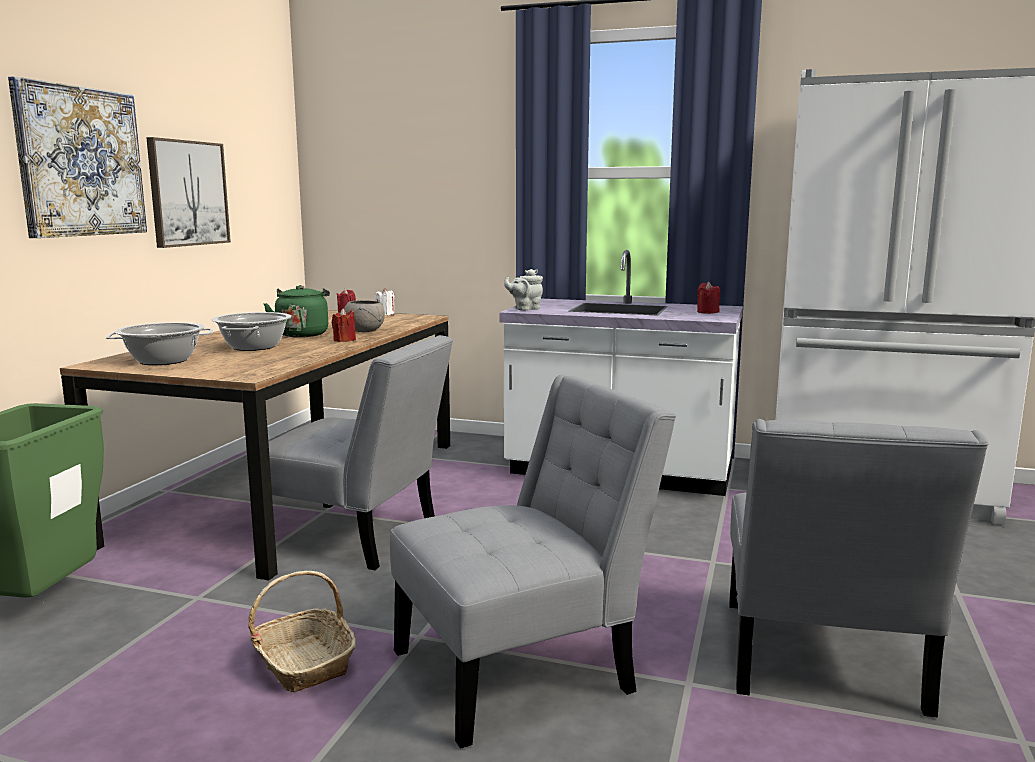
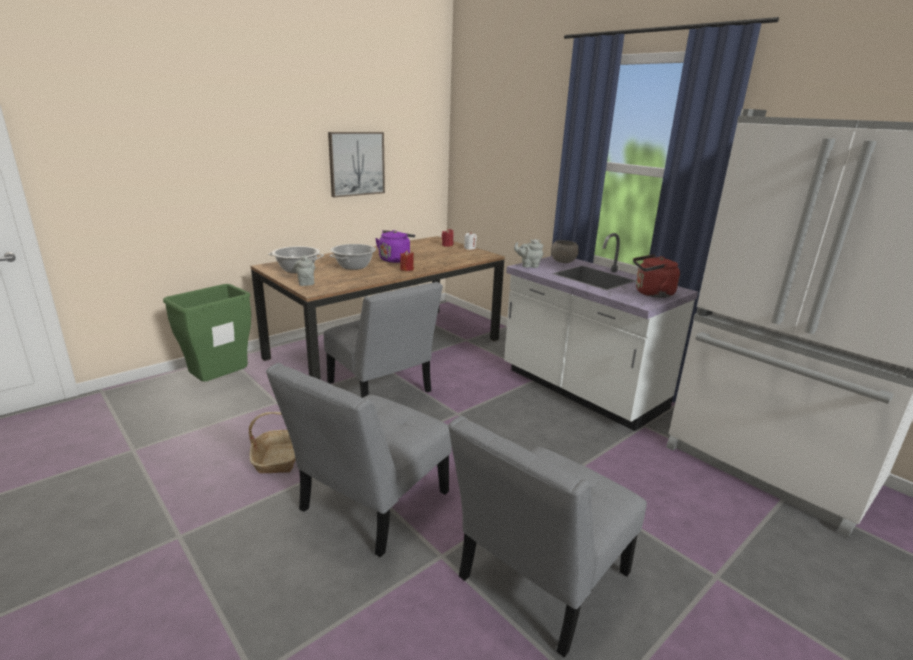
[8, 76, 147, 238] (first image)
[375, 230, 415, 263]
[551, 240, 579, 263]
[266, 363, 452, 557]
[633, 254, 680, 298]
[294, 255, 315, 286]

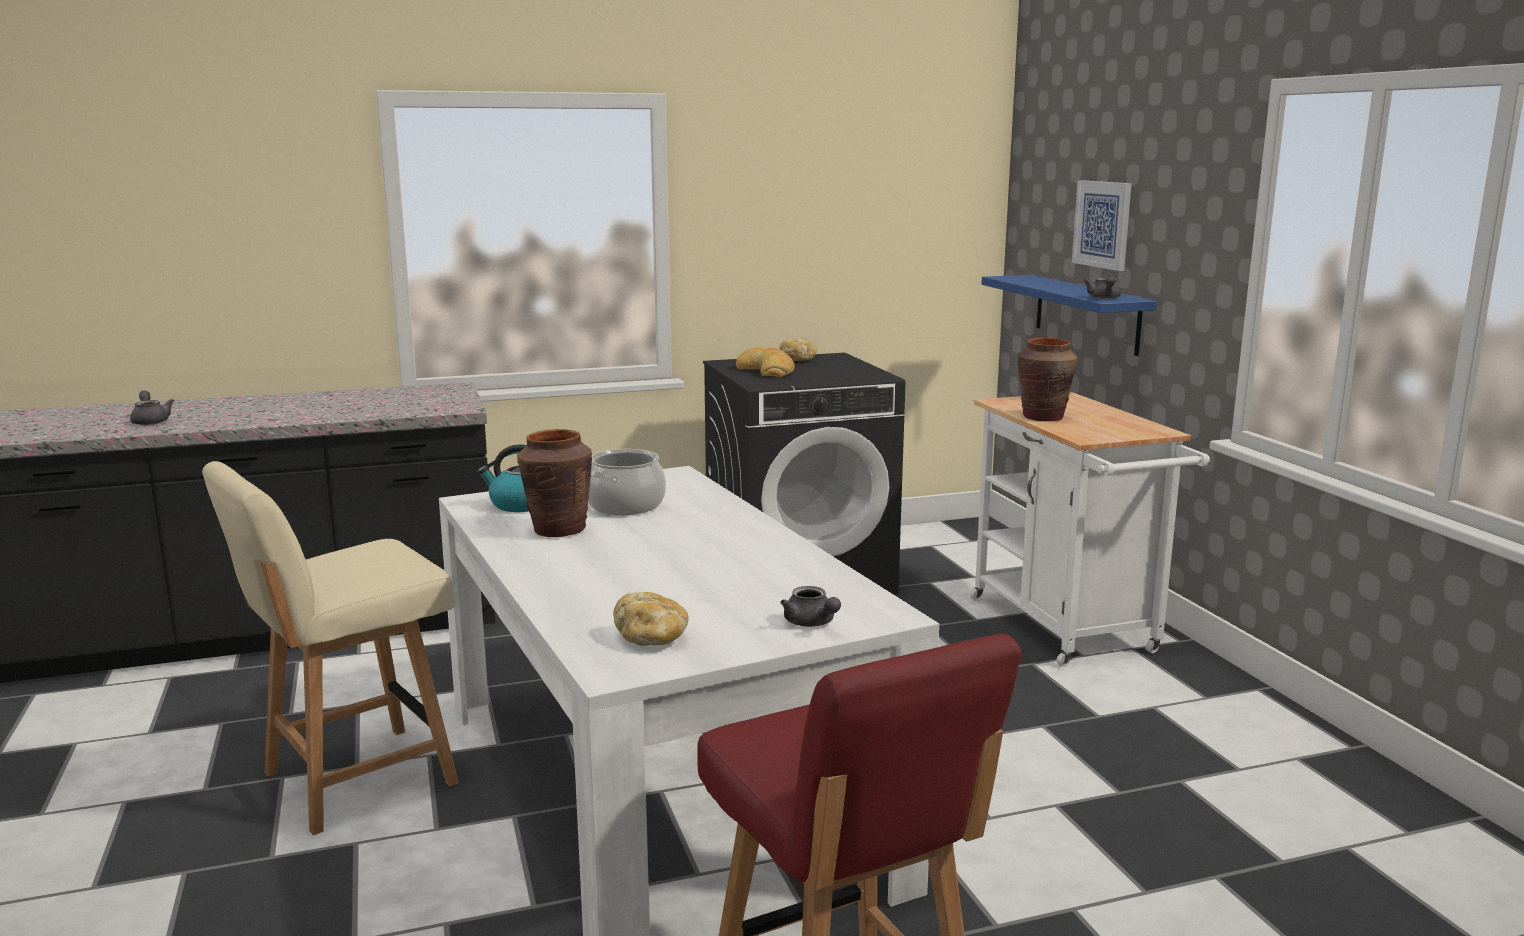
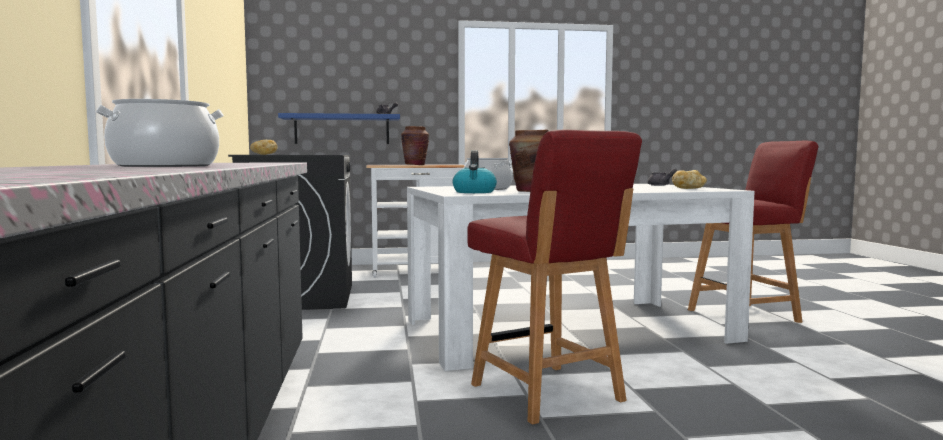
[96, 99, 224, 167]
[467, 130, 642, 425]
[736, 347, 795, 377] (first image)
[1072, 180, 1132, 271] (first image)

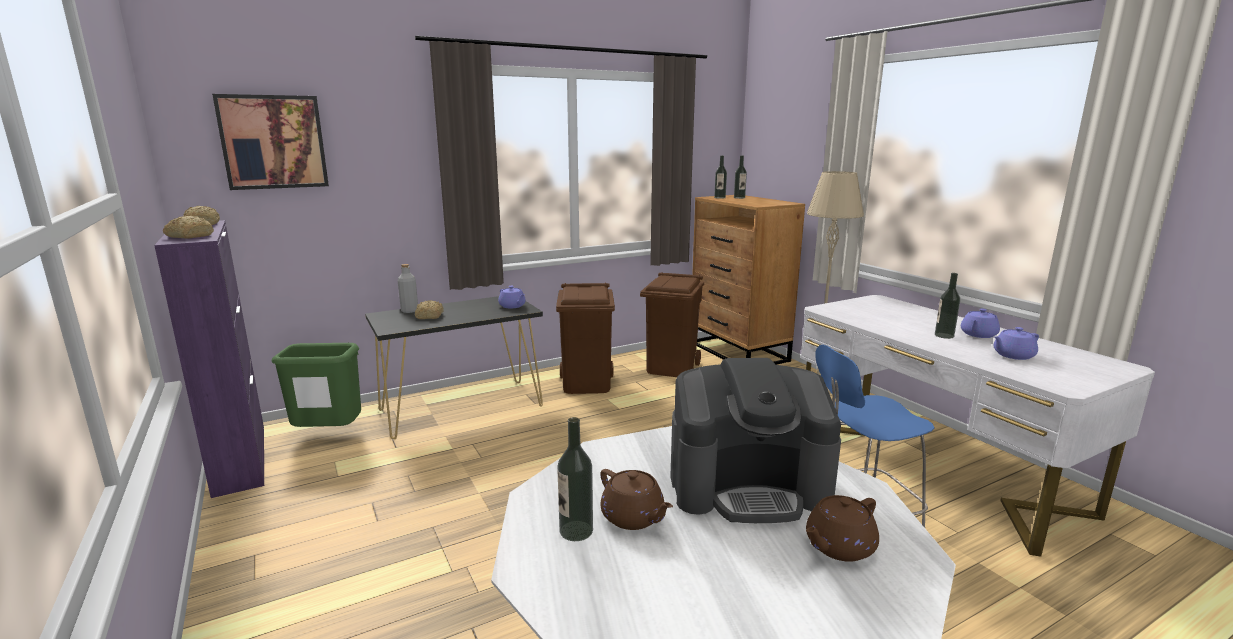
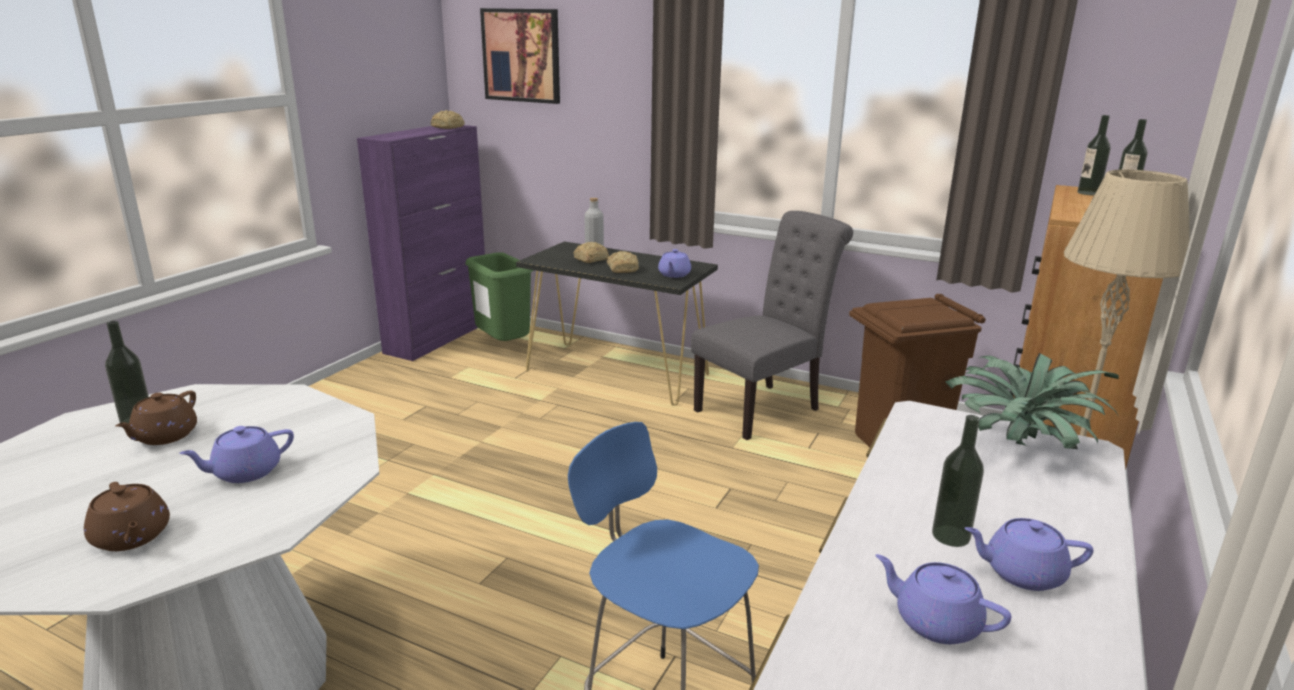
[607, 251, 639, 273]
[691, 211, 853, 440]
[179, 426, 294, 483]
[84, 482, 170, 551]
[945, 353, 1119, 449]

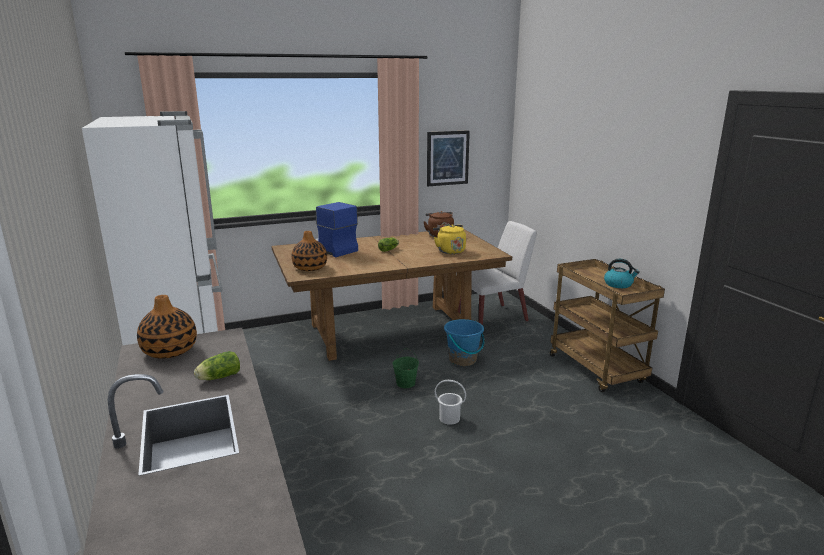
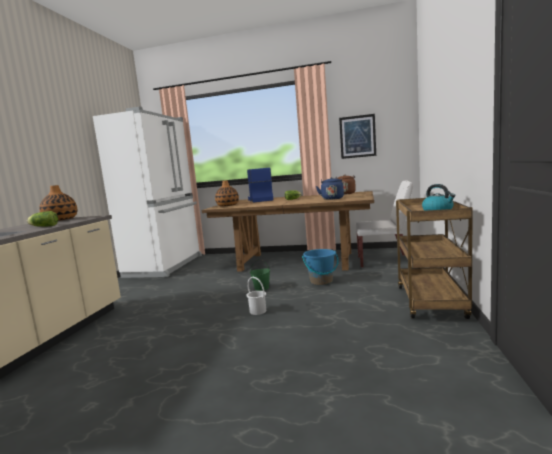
[316, 177, 344, 200]

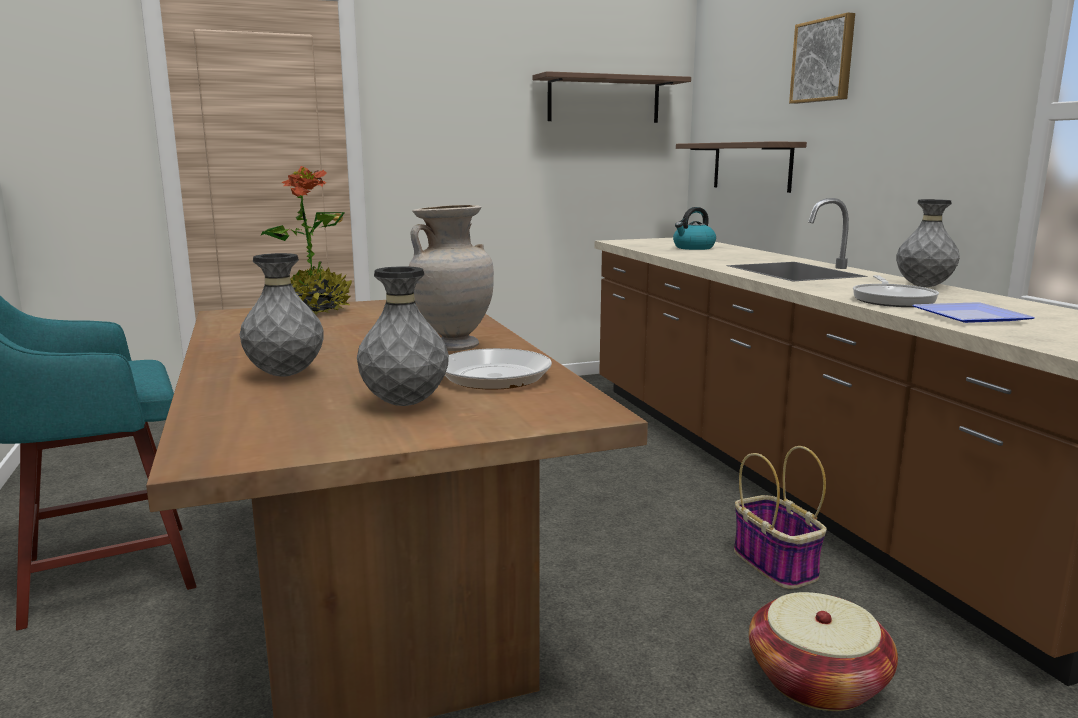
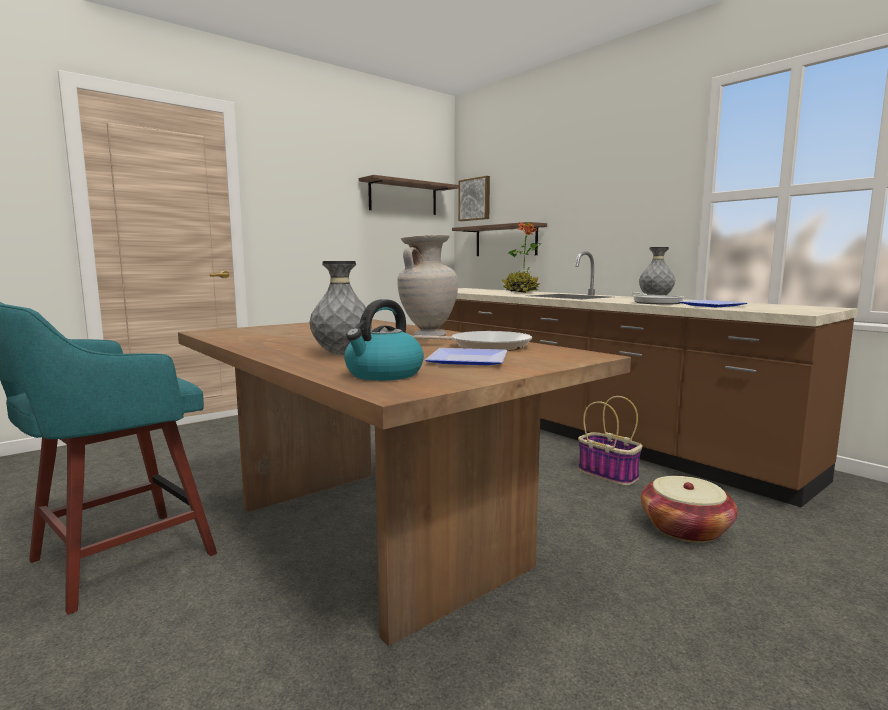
[502, 222, 540, 293]
[425, 348, 507, 365]
[344, 299, 424, 381]
[458, 176, 490, 221]

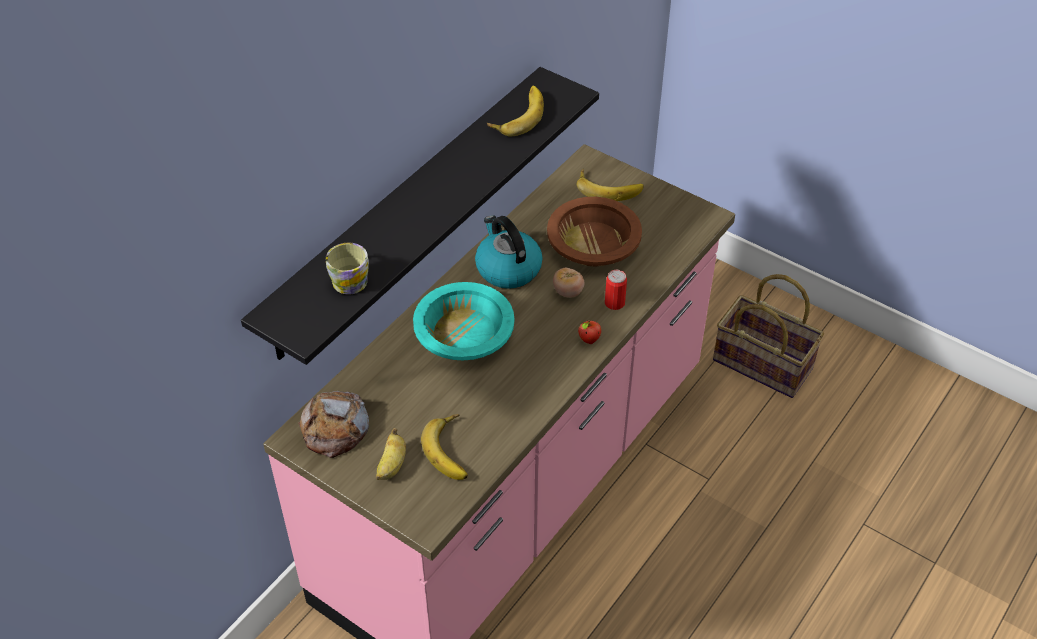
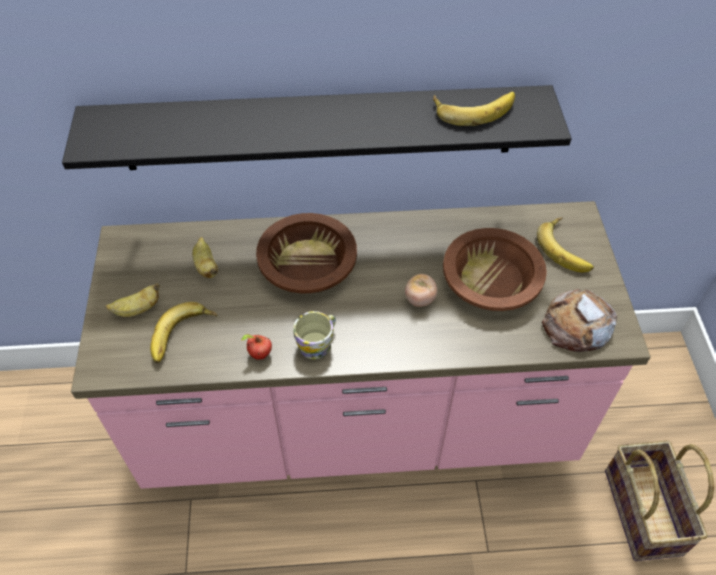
[542, 289, 617, 352]
[293, 311, 336, 359]
[256, 213, 357, 293]
[475, 215, 543, 289] (first image)
[241, 334, 272, 359]
[605, 270, 627, 310] (first image)
[192, 237, 218, 278]

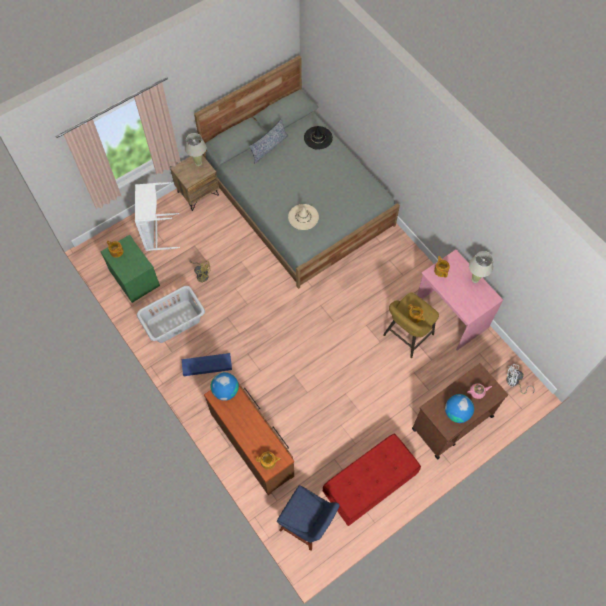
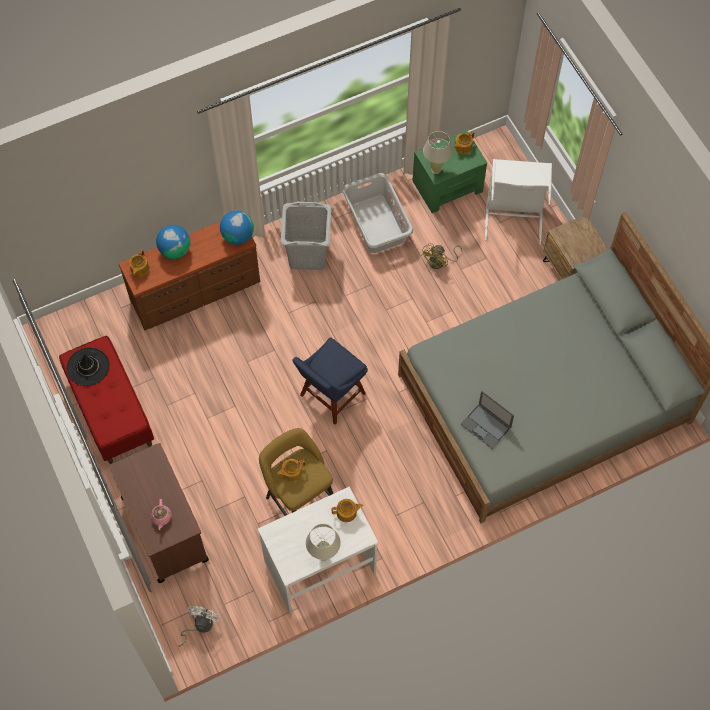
[281, 202, 331, 270]
[423, 131, 453, 174]
[249, 119, 288, 164] (first image)
[293, 337, 368, 424]
[288, 204, 319, 230] (first image)
[67, 347, 109, 386]
[258, 487, 378, 614]
[156, 225, 190, 259]
[461, 391, 514, 449]

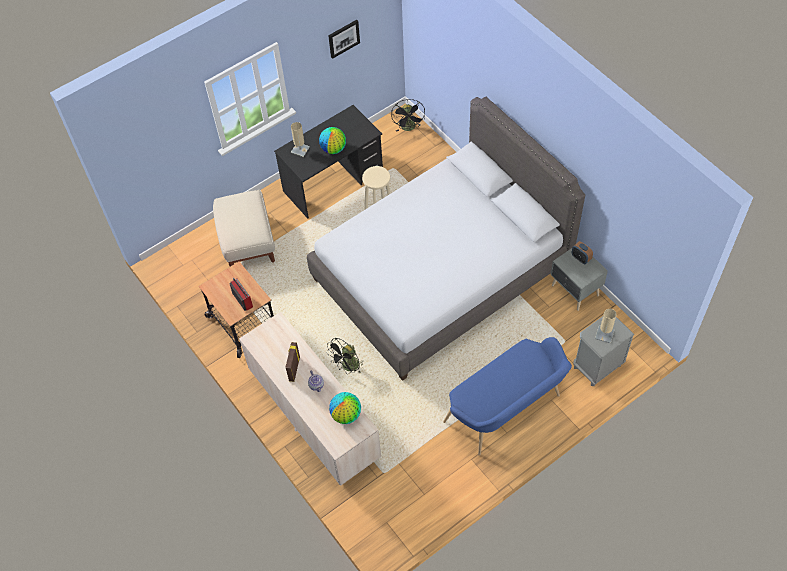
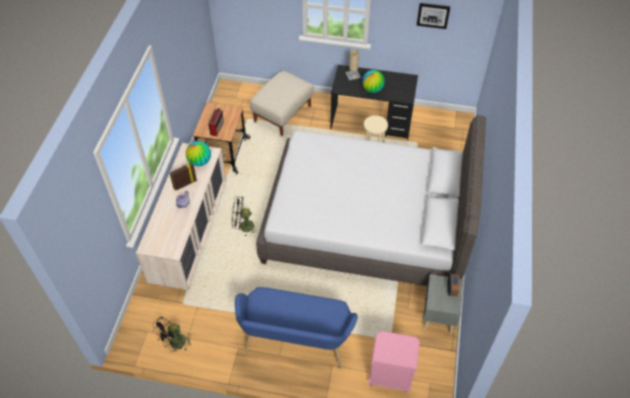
[186, 141, 211, 166]
[153, 317, 191, 351]
[368, 331, 420, 393]
[595, 309, 617, 343] (first image)

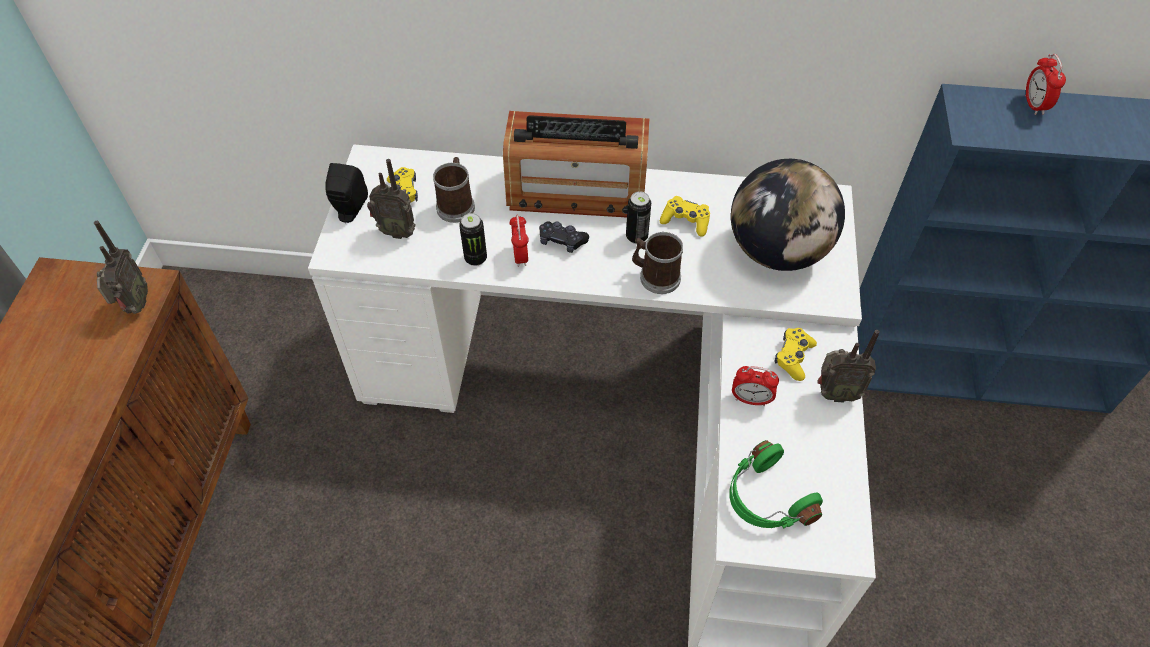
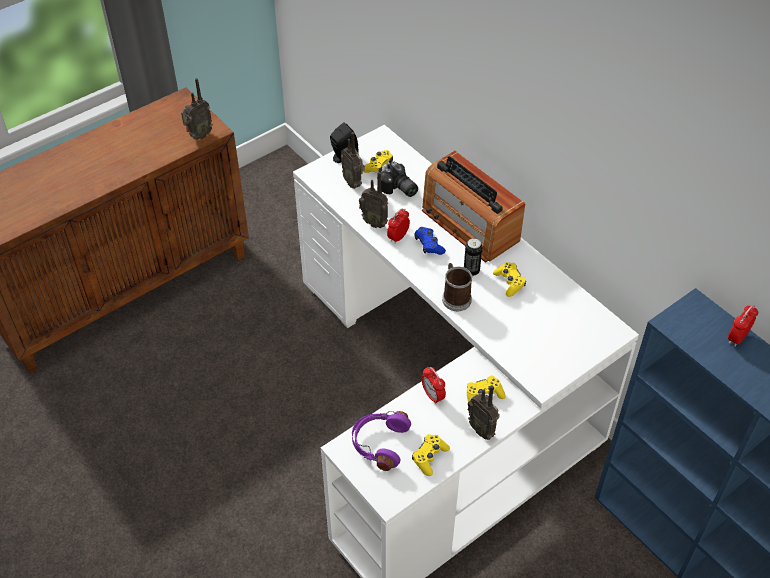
[377, 162, 418, 197]
[359, 172, 388, 228]
[414, 227, 446, 255]
[352, 411, 411, 471]
[731, 159, 845, 271] (first image)
[412, 434, 450, 476]

